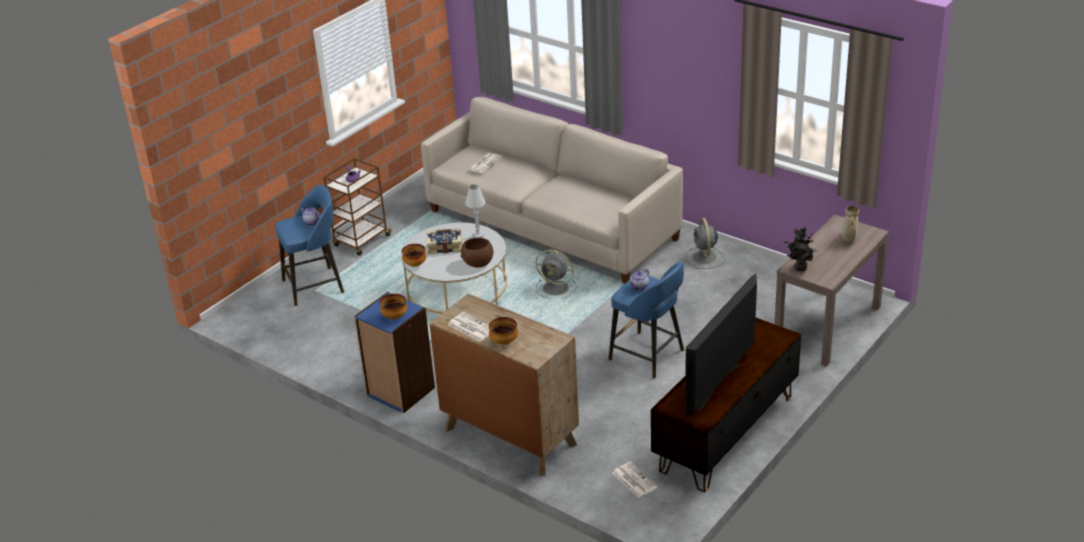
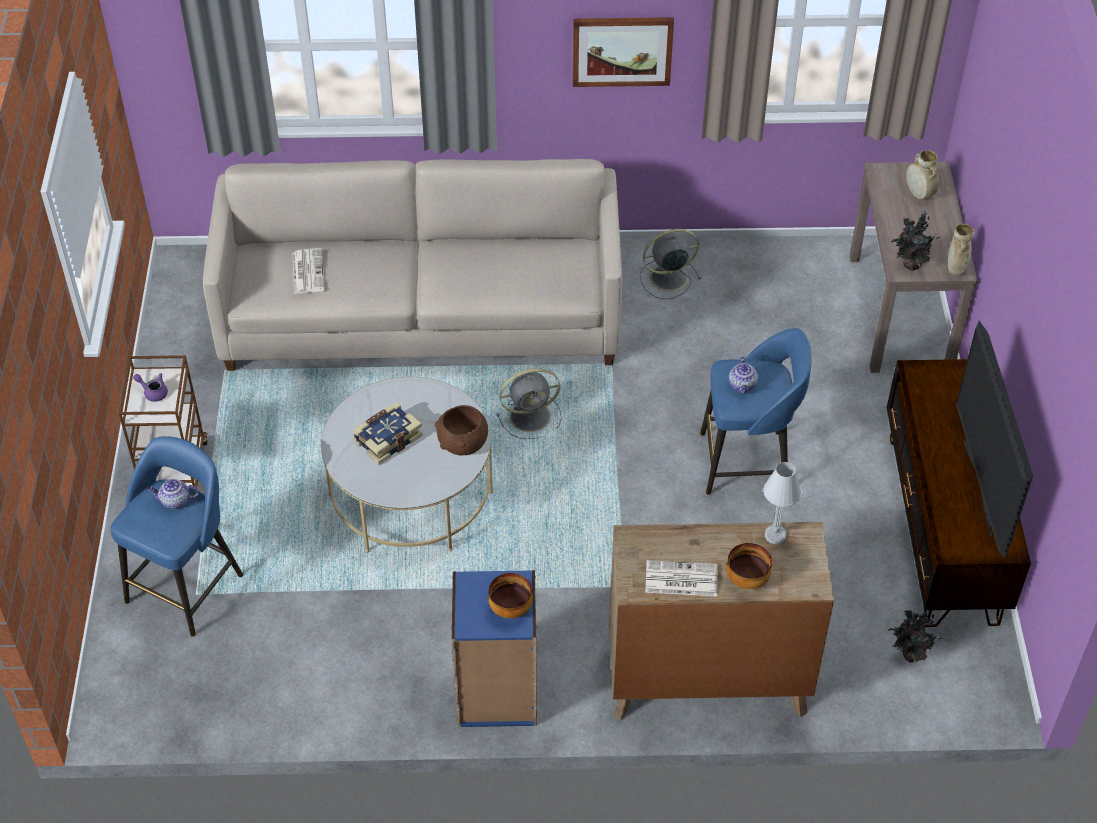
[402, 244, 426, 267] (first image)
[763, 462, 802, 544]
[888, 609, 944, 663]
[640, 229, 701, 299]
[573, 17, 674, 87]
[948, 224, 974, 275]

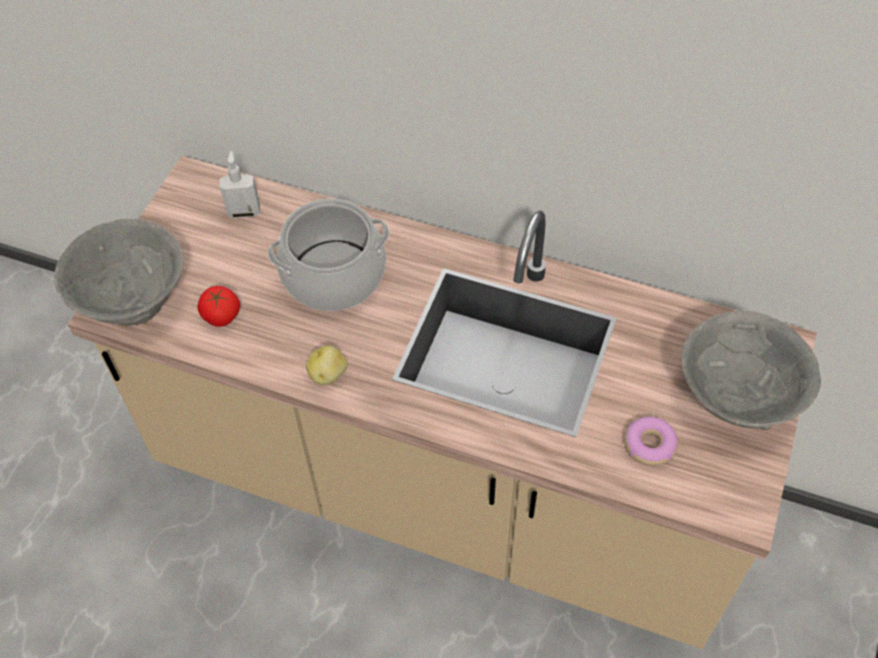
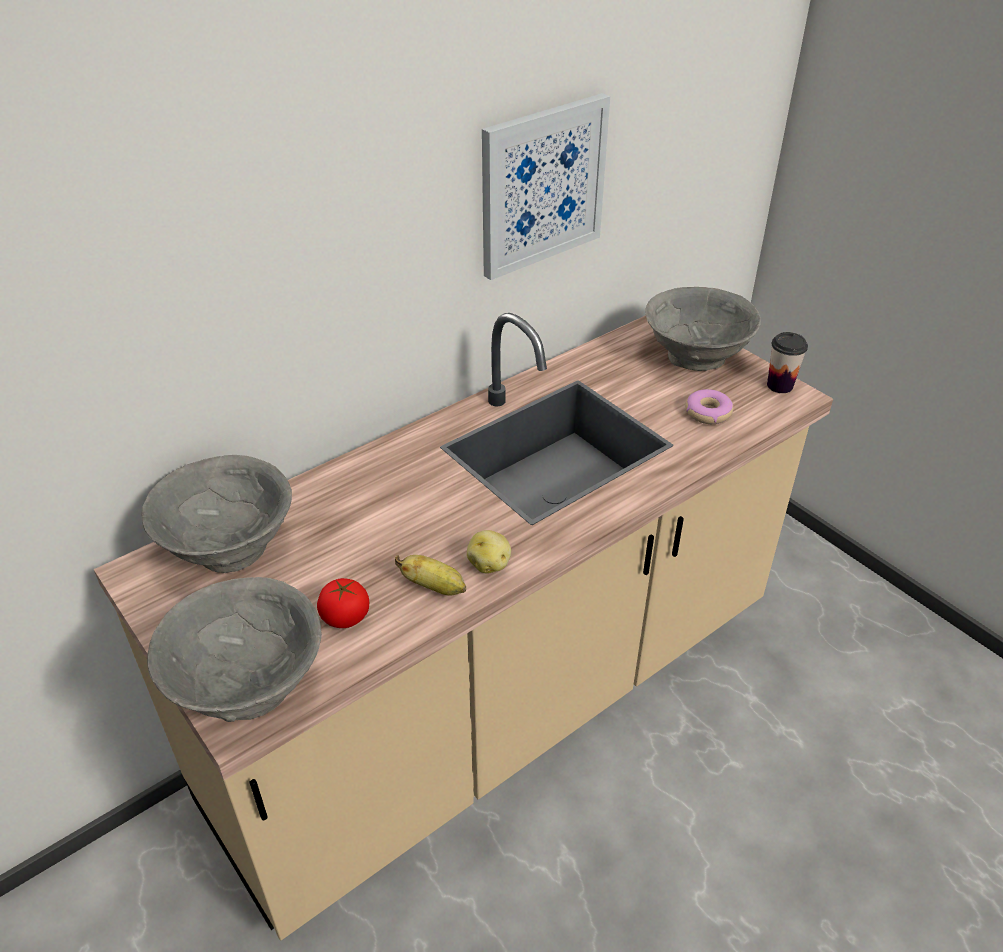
[141, 455, 292, 573]
[267, 199, 390, 311] (first image)
[395, 555, 466, 596]
[482, 93, 610, 280]
[767, 332, 808, 393]

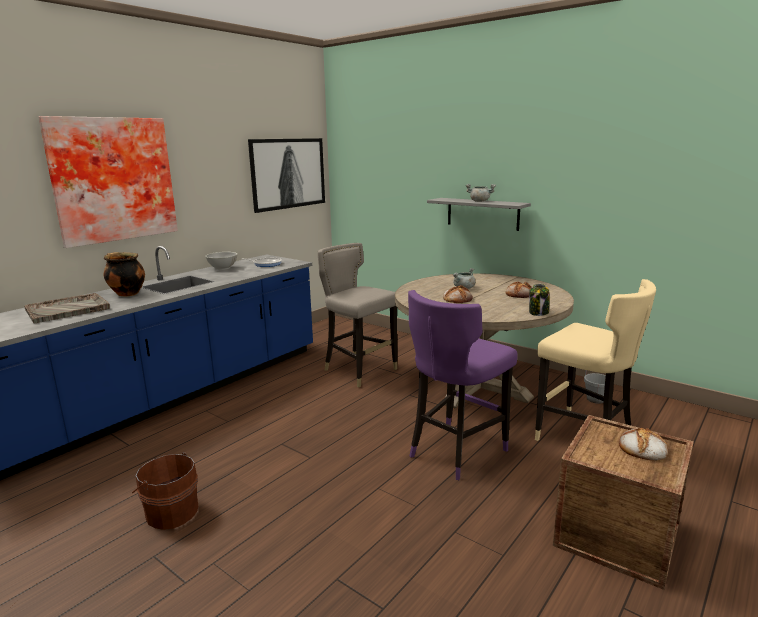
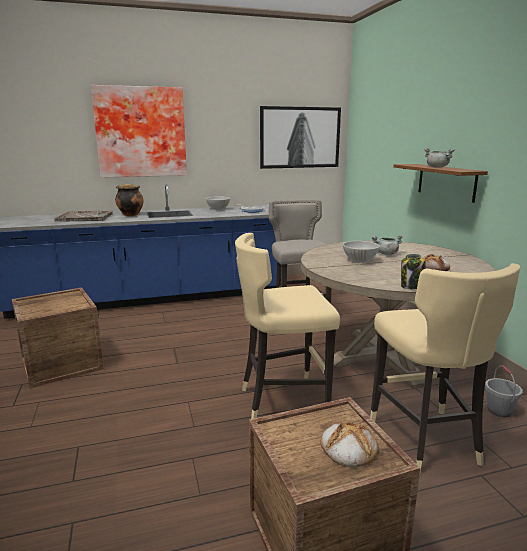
[12, 288, 104, 388]
[235, 233, 340, 419]
[393, 164, 488, 203]
[342, 241, 380, 263]

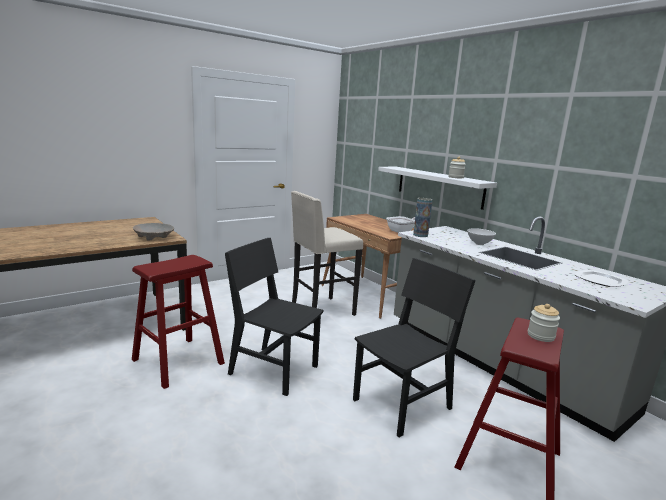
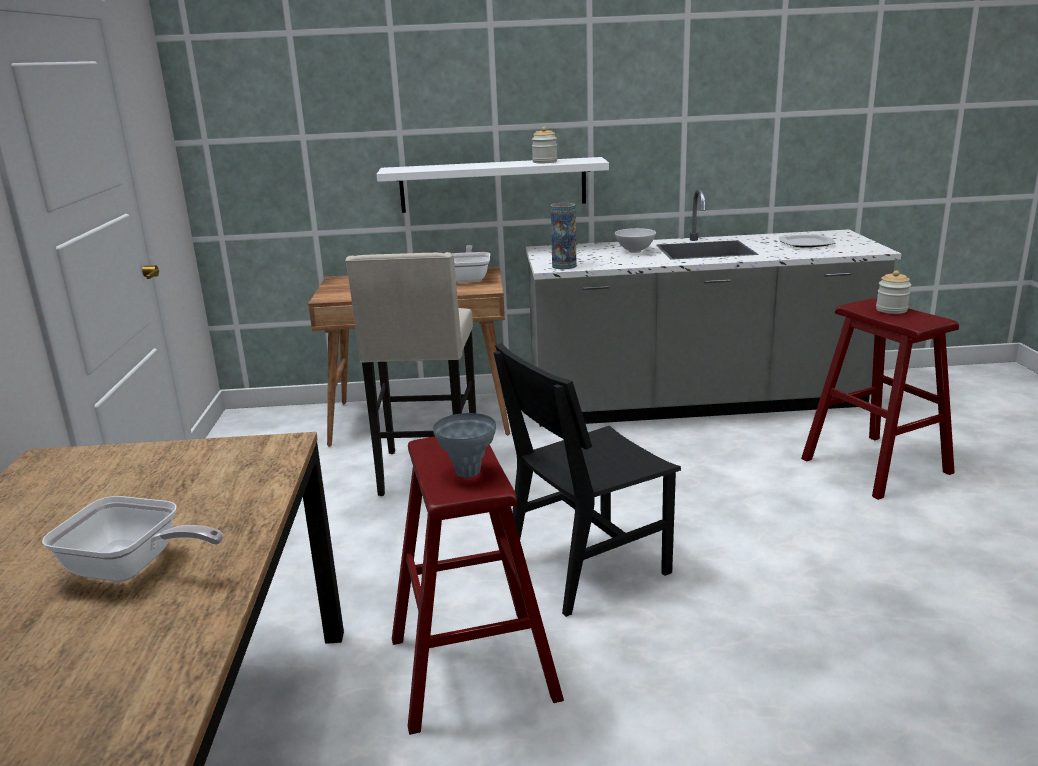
[133, 223, 174, 240] (first image)
[353, 258, 476, 437] (first image)
[42, 496, 223, 582]
[433, 413, 496, 478]

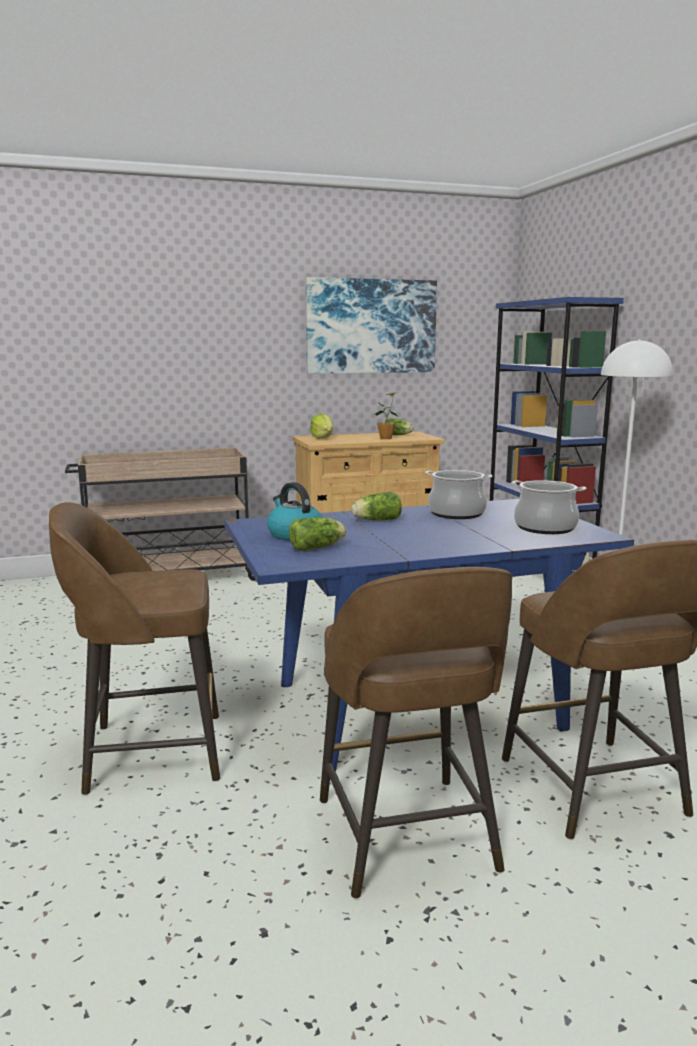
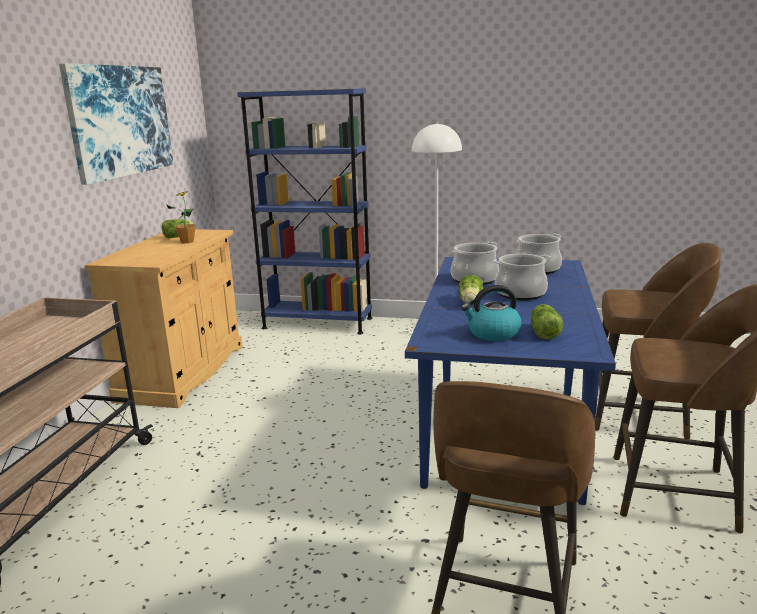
[310, 414, 333, 439] (first image)
[493, 254, 551, 300]

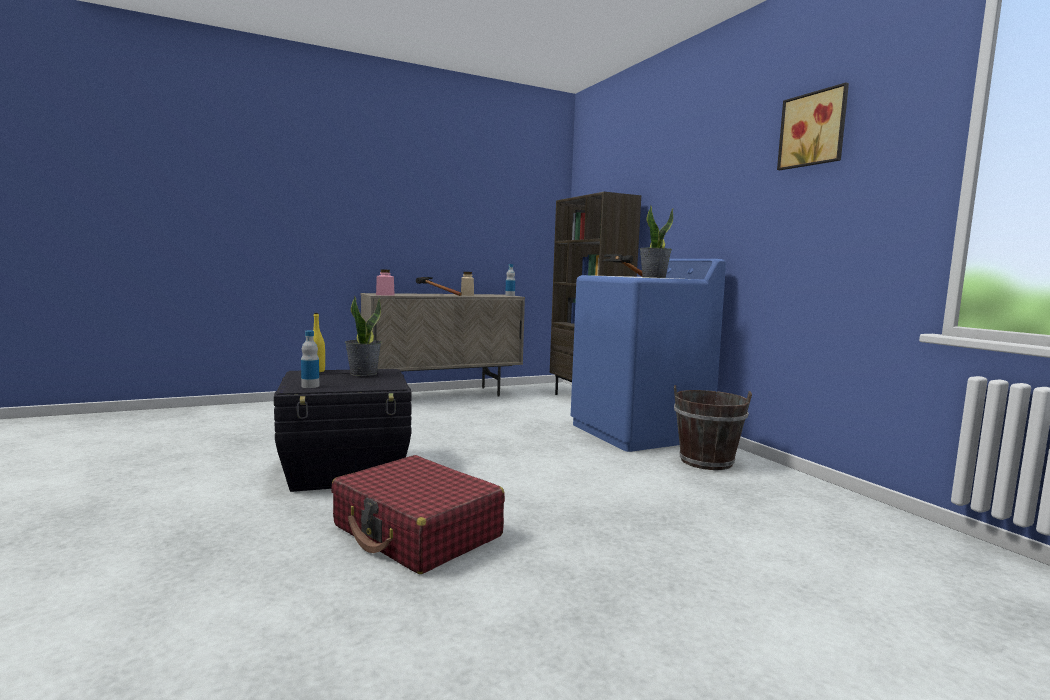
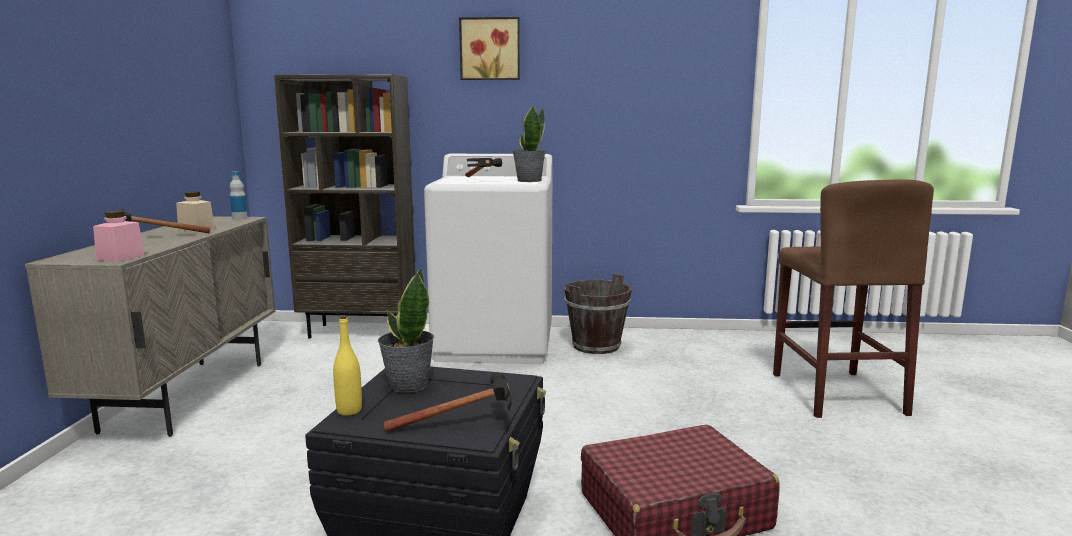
[384, 372, 512, 432]
[424, 154, 553, 364]
[459, 17, 520, 80]
[773, 179, 934, 418]

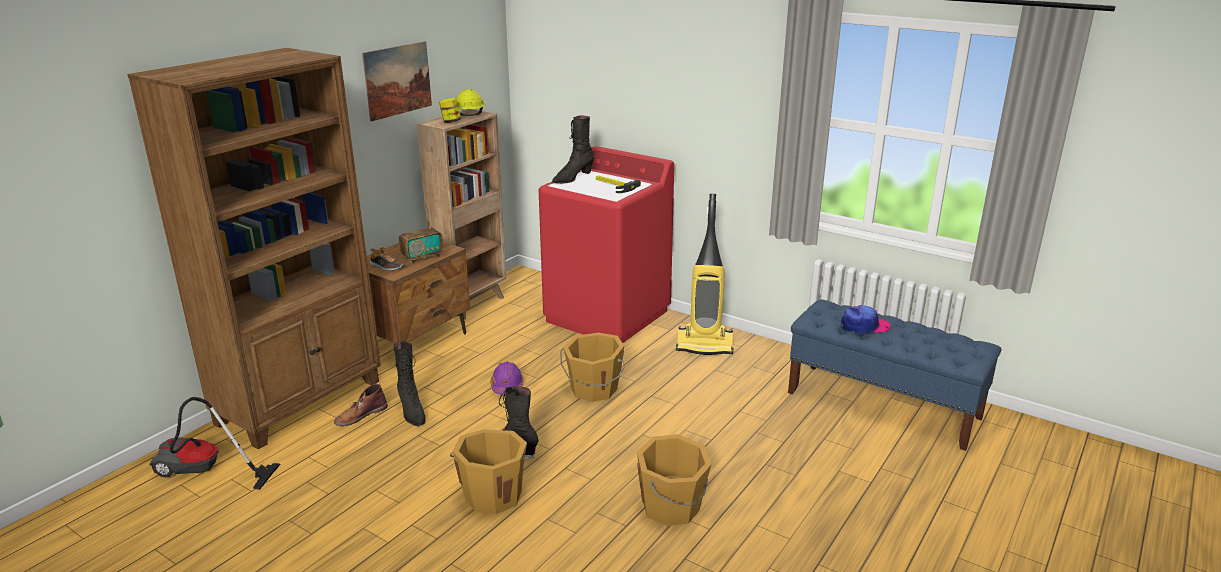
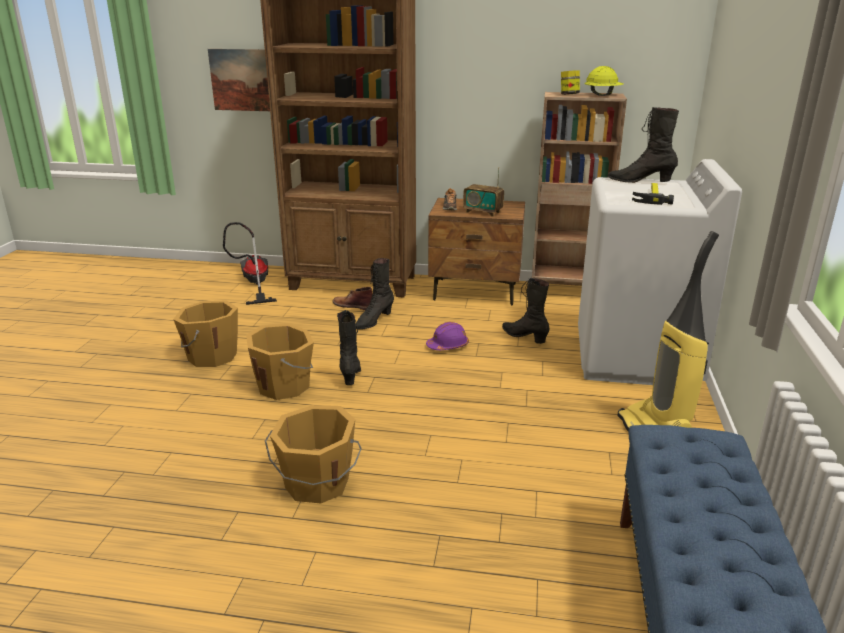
[208, 49, 270, 111]
[578, 159, 742, 385]
[173, 300, 238, 367]
[841, 305, 891, 334] (first image)
[502, 278, 549, 344]

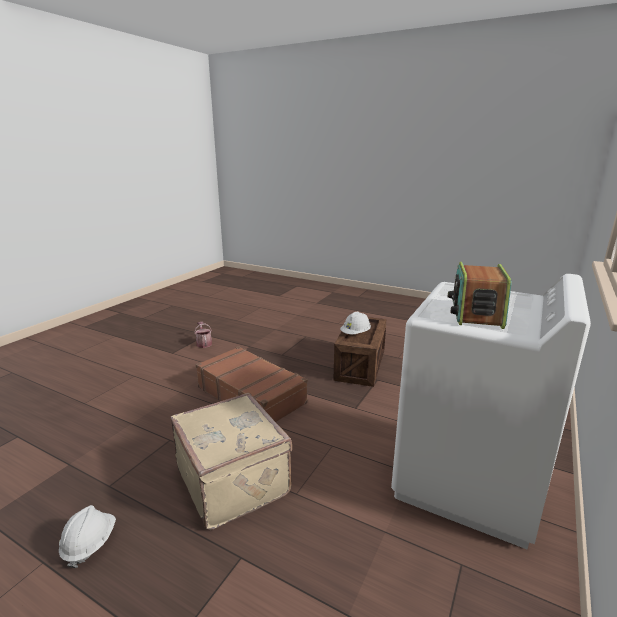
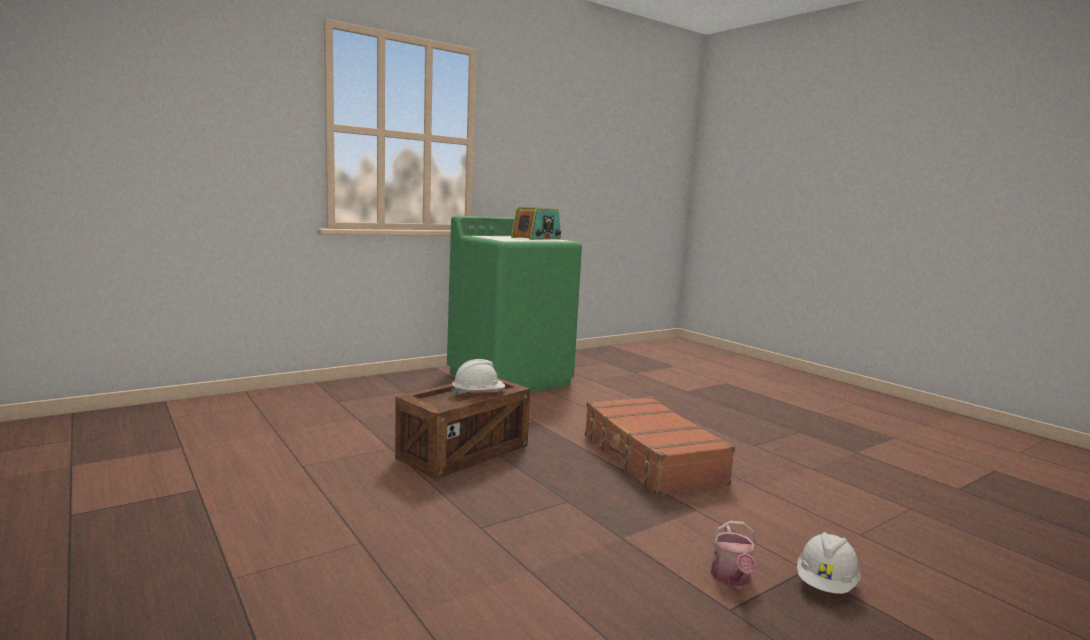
[797, 532, 861, 594]
[171, 393, 292, 530] (first image)
[447, 216, 582, 392]

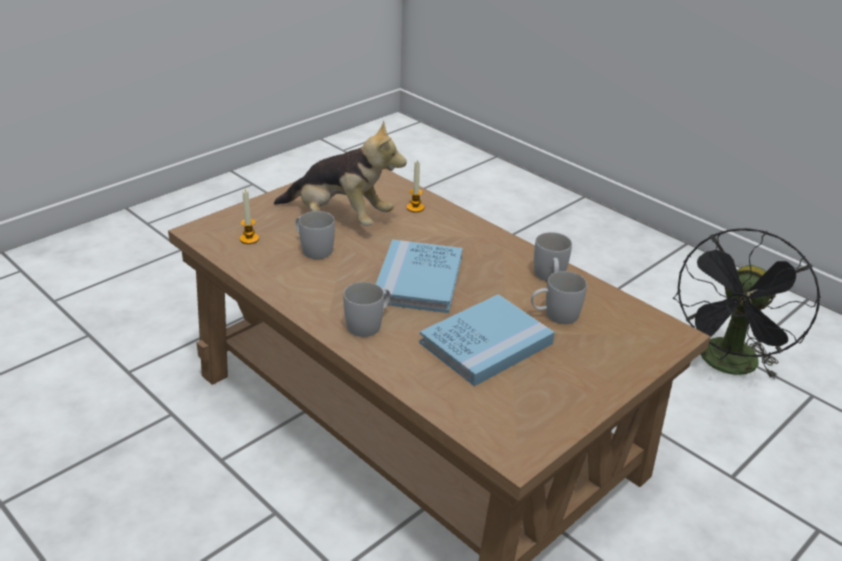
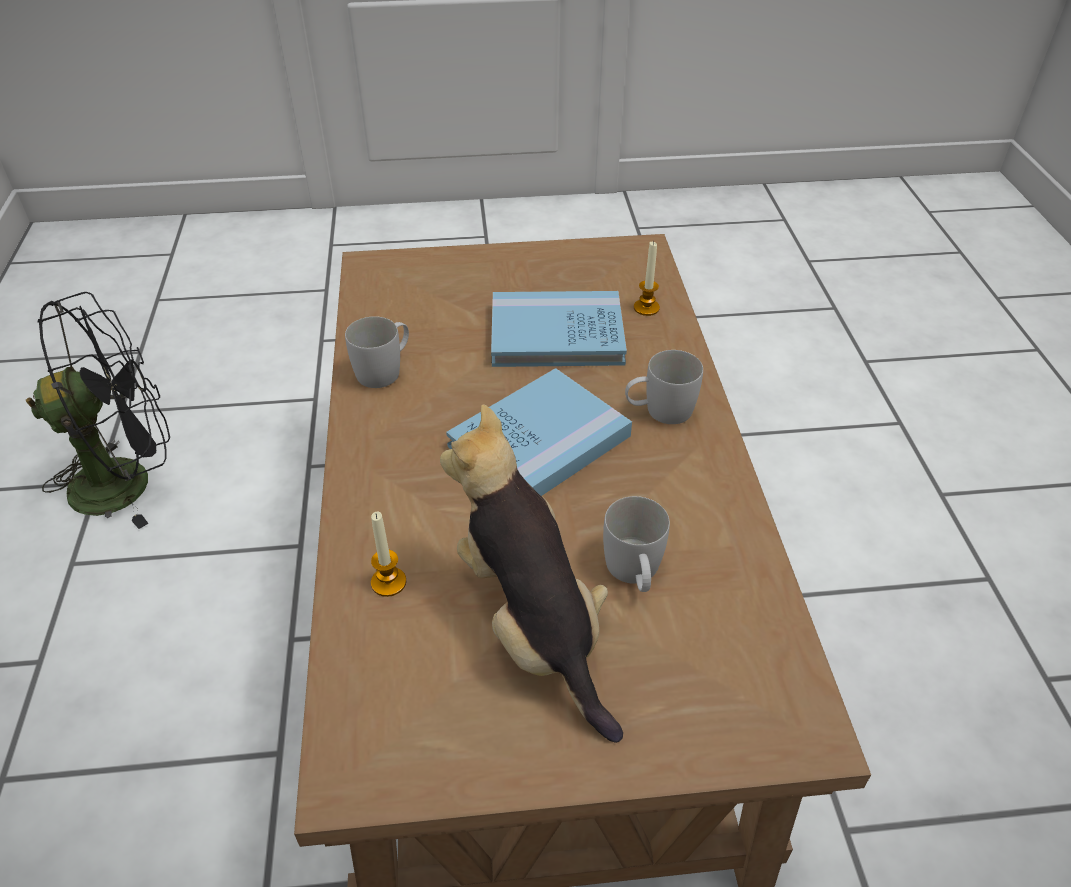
[634, 241, 660, 316]
[531, 271, 587, 324] (first image)

